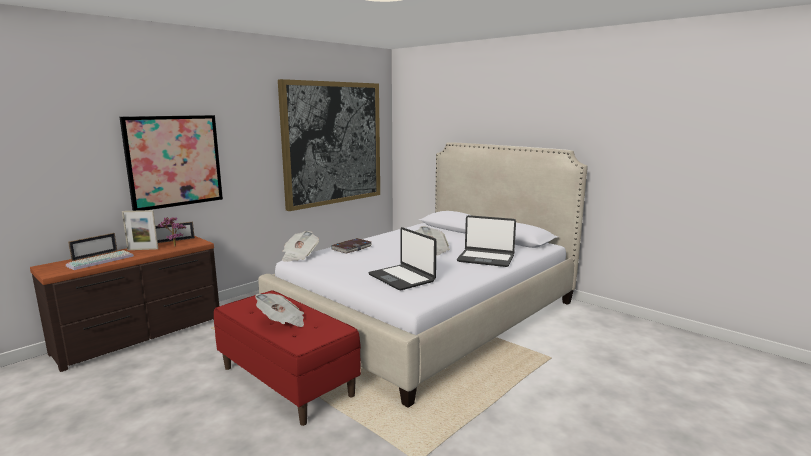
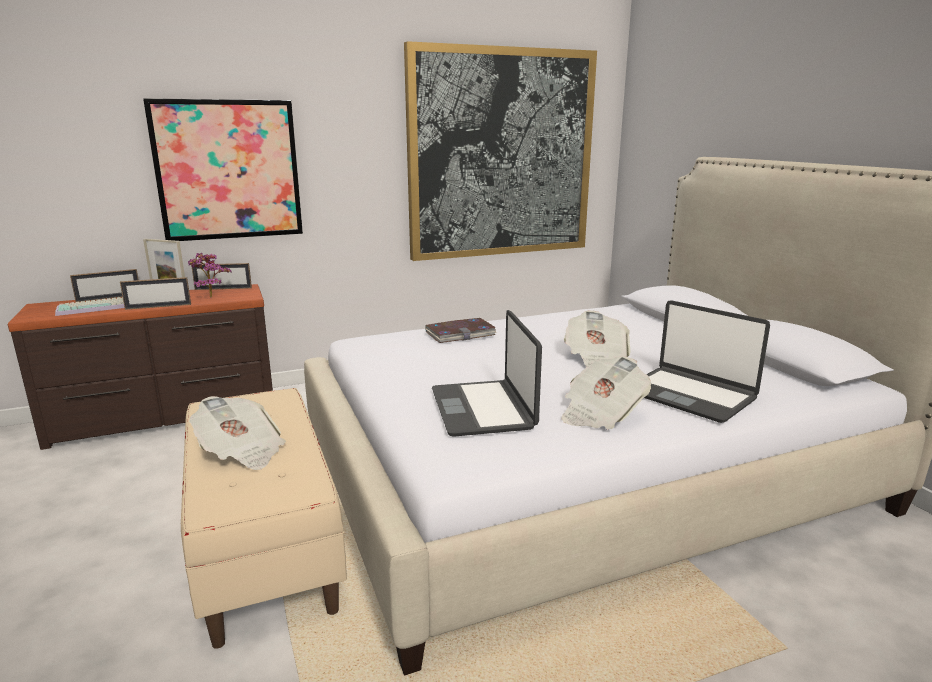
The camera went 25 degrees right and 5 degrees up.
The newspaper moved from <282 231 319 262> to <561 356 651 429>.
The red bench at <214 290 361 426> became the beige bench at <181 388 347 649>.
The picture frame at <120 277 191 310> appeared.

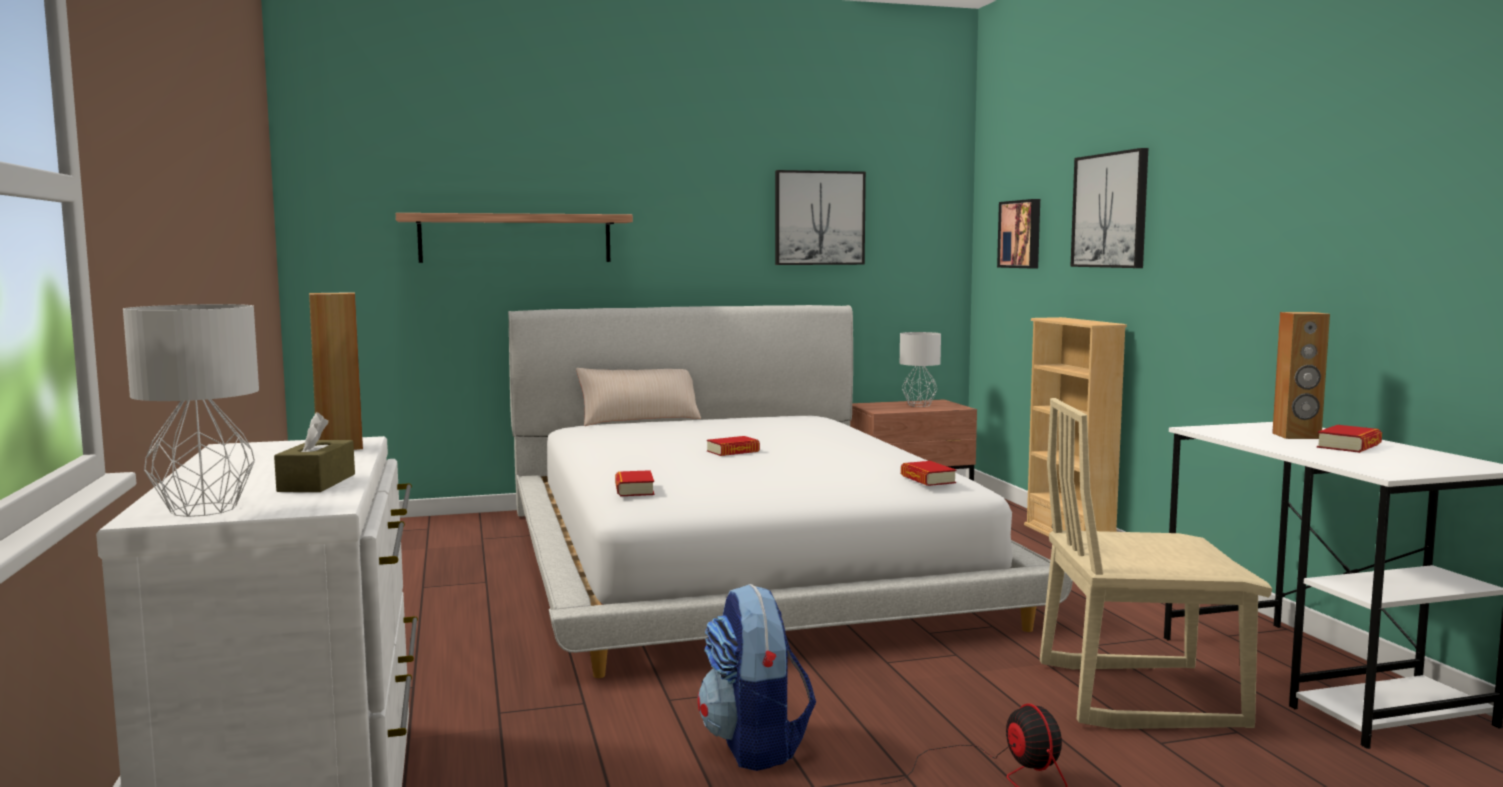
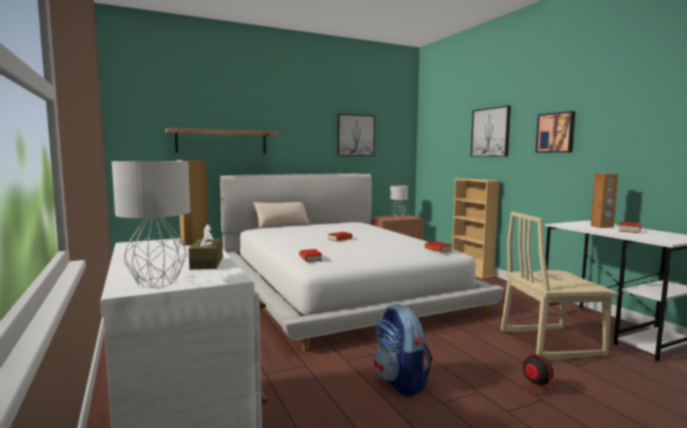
The camera went 10 degrees left and 0 degrees up.
The picture moved from <997 199 1040 268> to <535 111 576 153>.

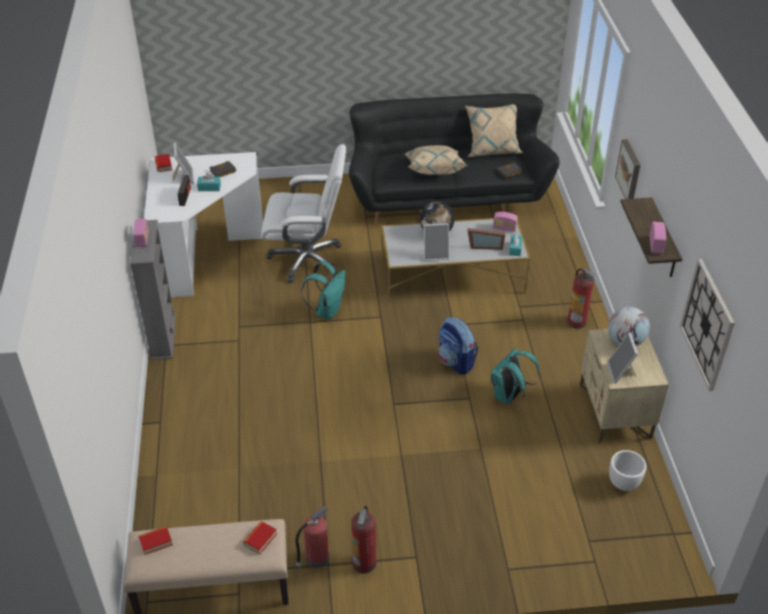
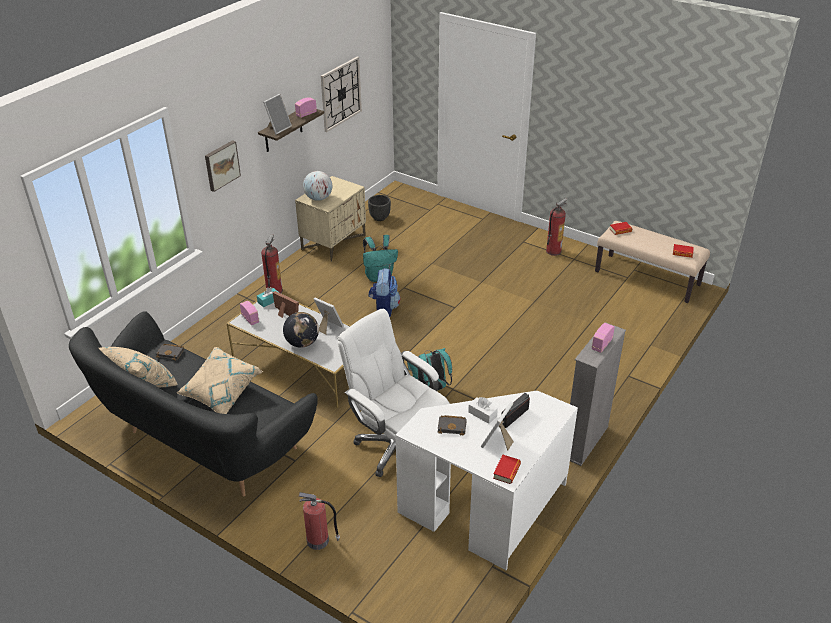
The camera went 140 degrees left and 5 degrees down.
The turquoise tissue box at <197 173 221 191> became the white tissue box at <468 397 498 424>.
The picture frame moved from <607 333 638 384> to <263 94 292 135>.
The white planter at <609 450 646 491> became the black planter at <368 195 391 221>.
The fire extinguisher moved from <296 506 329 568> to <299 492 340 550>.

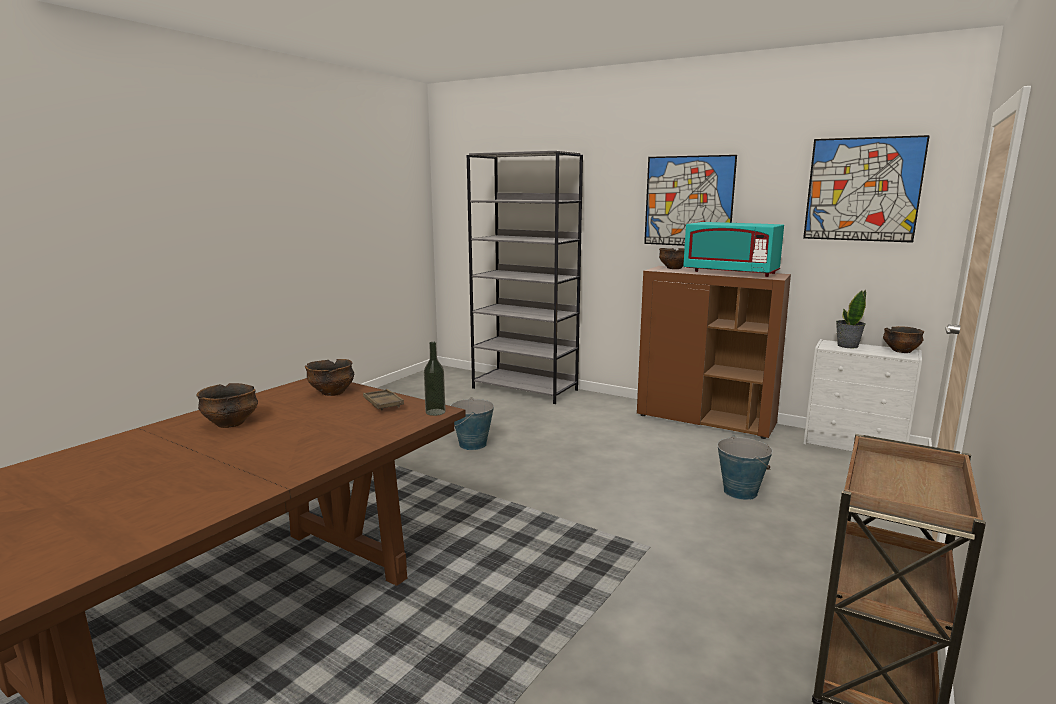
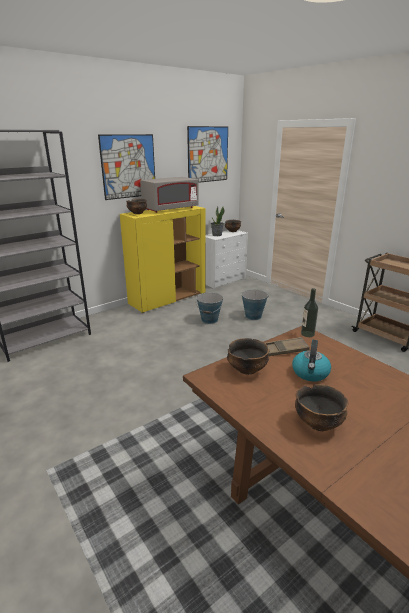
The camera went 70 degrees left and 10 degrees up.
The turquoise microwave at <683 222 784 277> became the grey microwave at <140 177 199 213>.
The brown cabinet at <637 266 791 439> became the yellow cabinet at <120 206 206 313>.
The bucket moved from <450 397 494 450> to <196 293 223 324>.
The kettle at <292 340 331 382> appeared.

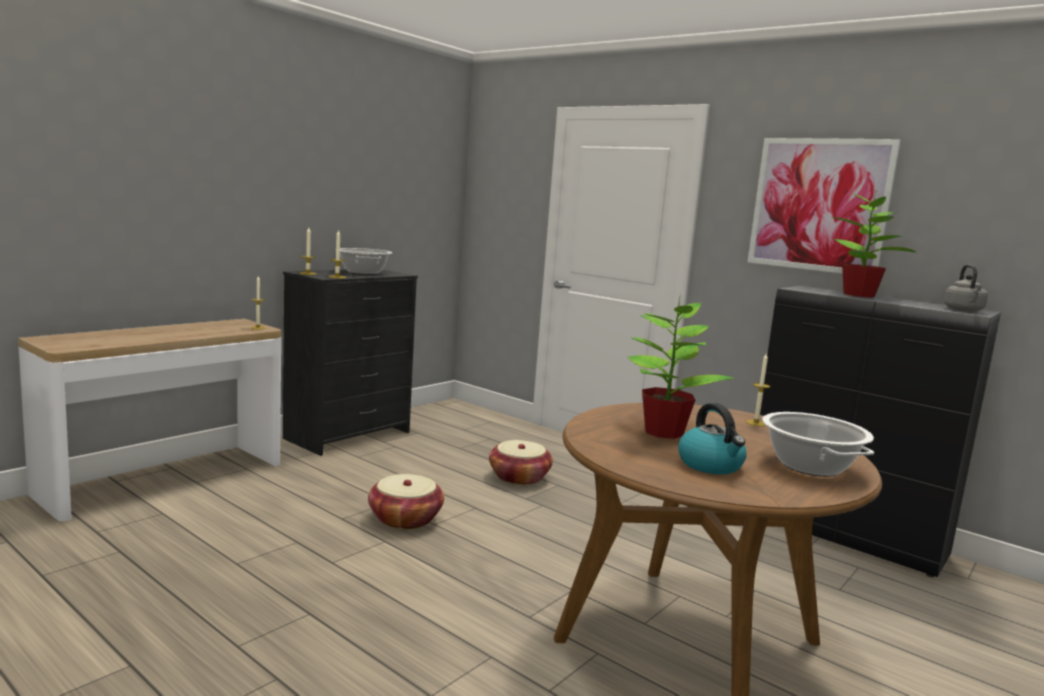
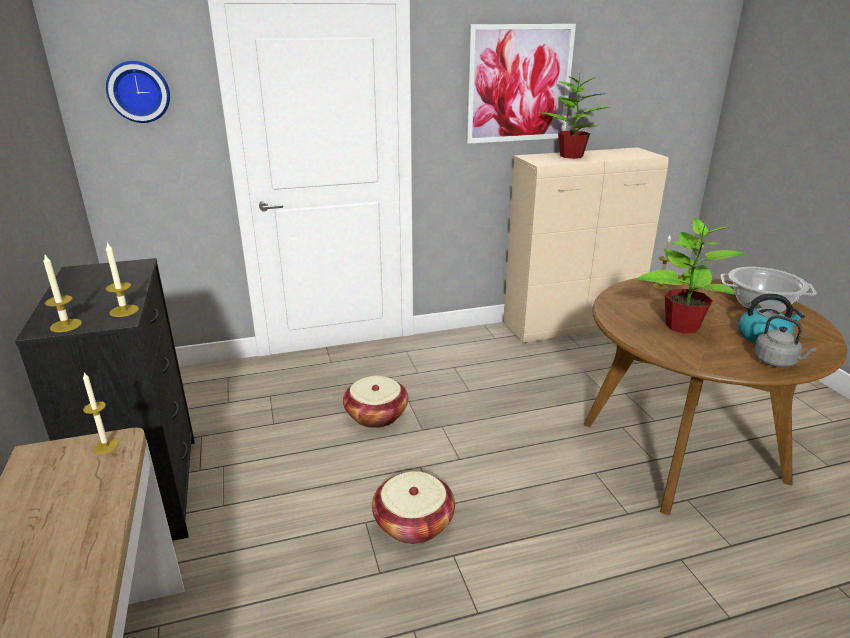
The camera went 55 degrees left and 15 degrees up.
The cooking pot at <340 248 392 275> disappeared.
The grey kettle moved from <944 265 988 312> to <754 315 817 368>.
The black cabinet at <760 286 1001 577> became the beige cabinet at <503 147 668 343>.
The wall clock at <106 61 170 123> appeared.

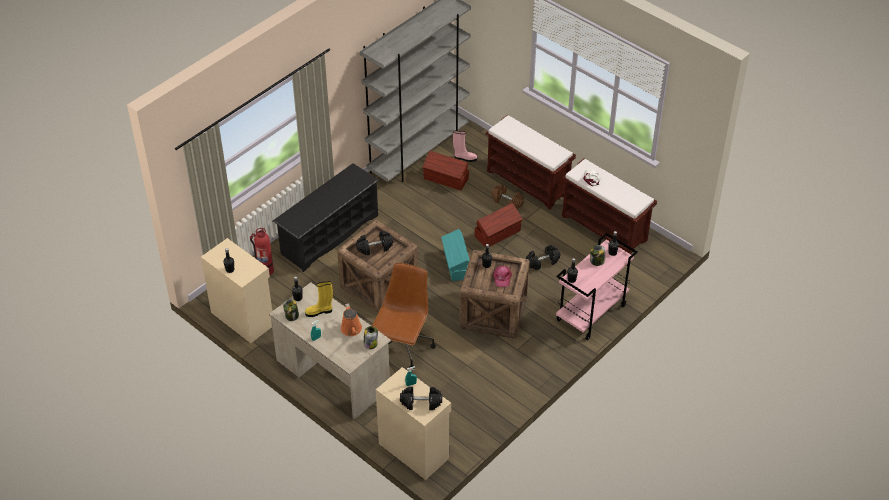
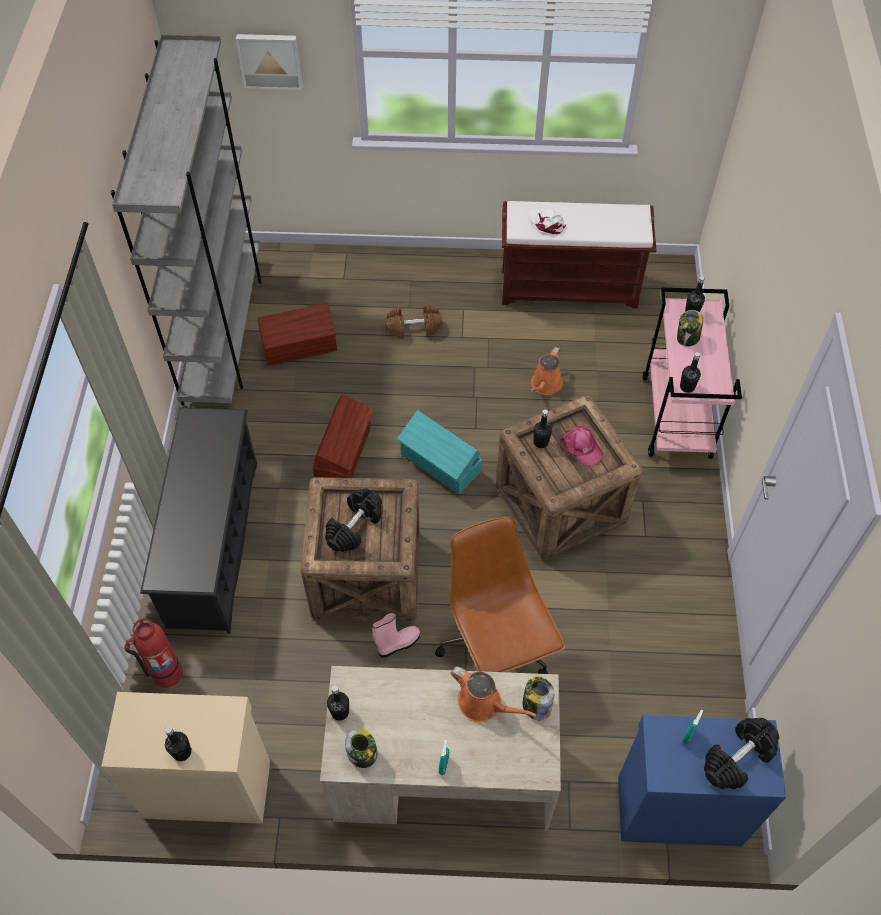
The camera went 40 degrees left and 10 degrees up.
The brown bench at <485 115 576 210> disappeared.
The pink boot moved from <453 131 477 162> to <372 612 420 658>.
The brown storage box moved from <475 203 523 248> to <312 394 373 478>.
The black dumbbell at <526 245 560 270> was replaced by the orange watering can at <530 347 563 395>.
The yellow boot at <305 281 333 317> disappeared.
The beige cabinet at <376 367 451 480> became the blue cabinet at <618 715 786 846>.
The picture at <236 34 303 90> appeared.

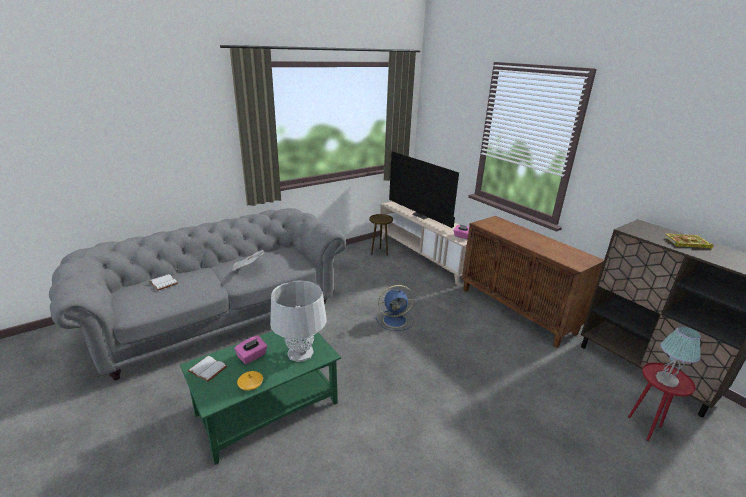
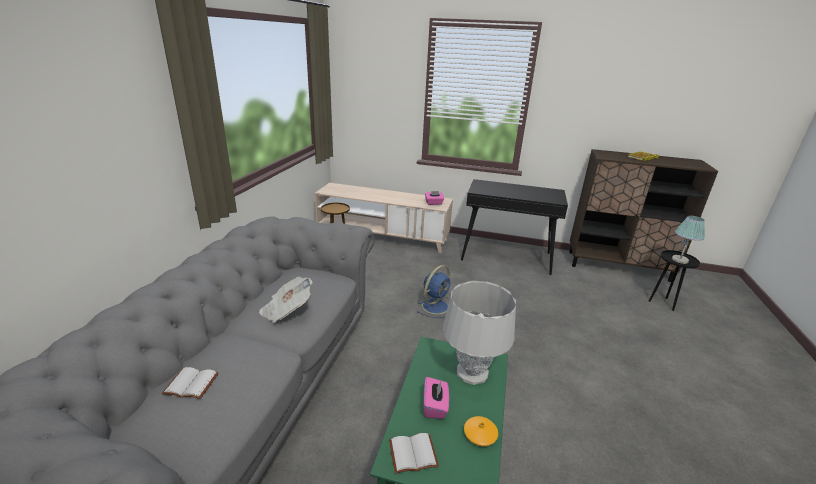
The camera went 40 degrees left and 0 degrees up.
The television at <389 151 459 228> disappeared.
The brown cabinet at <462 216 604 347> was replaced by the black console table at <461 179 568 275>.
The red side table at <628 362 695 441> became the black side table at <649 250 700 311>.

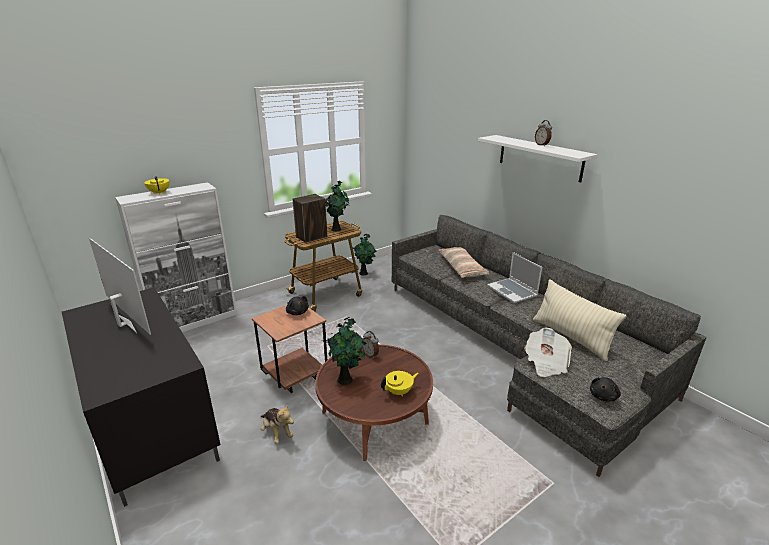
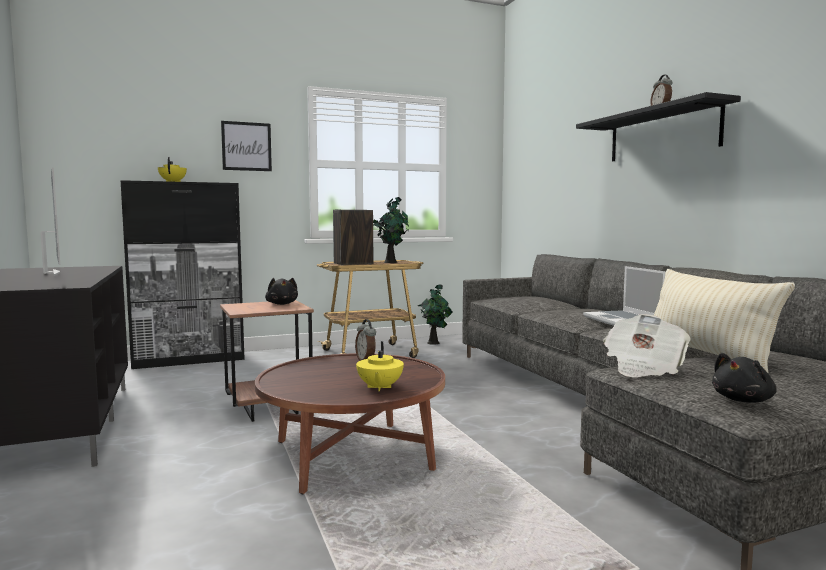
The camera went 15 degrees right and 20 degrees down.
The white shelf at <478 135 598 182> became the black shelf at <576 92 741 161>.
The white cabinet at <115 182 237 332> became the black cabinet at <120 180 245 369>.
The pillow at <438 247 490 278> disappeared.
The potted plant at <323 317 367 385> disappeared.
The yellow teapot at <381 371 419 397> turned 105 degrees clockwise.
The plush toy at <261 405 294 443> disappeared.
The picture at <221 121 272 171> appeared.

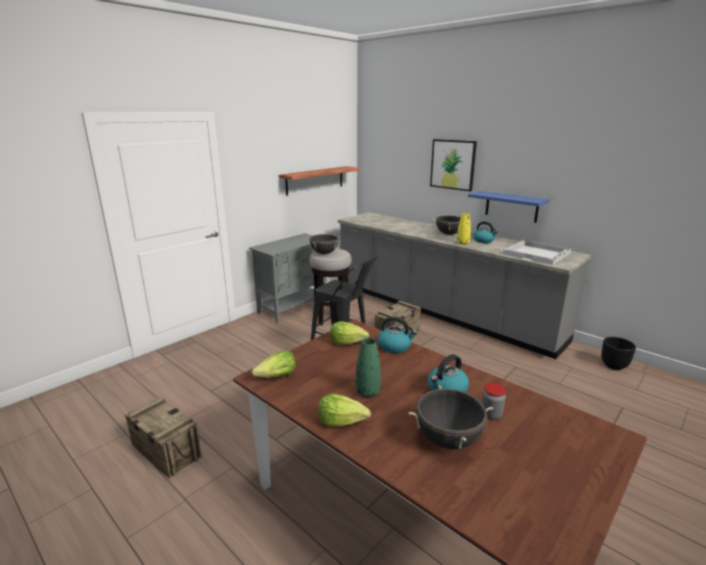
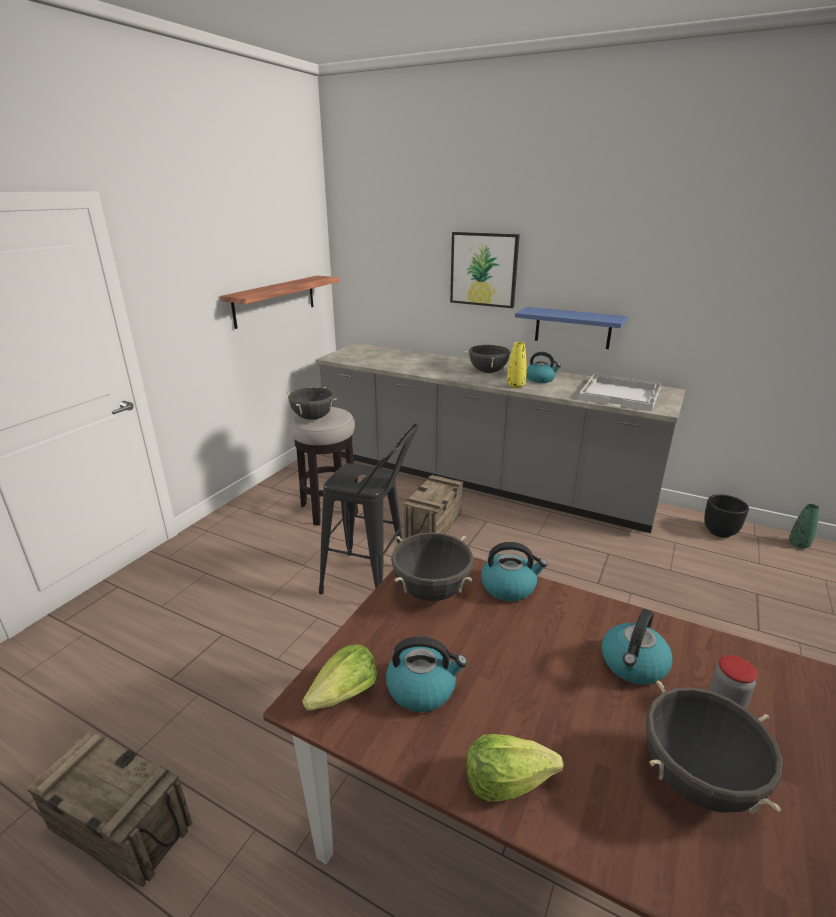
The camera went 15 degrees left and 5 degrees up.
The grey cabinet at <249 233 327 323> disappeared.
The lettuce at <330 321 369 345> was replaced by the black cooking pot at <391 532 473 601>.
The green vase moved from <356 338 381 397> to <789 504 820 548>.
The kettle at <386 637 467 712> appeared.

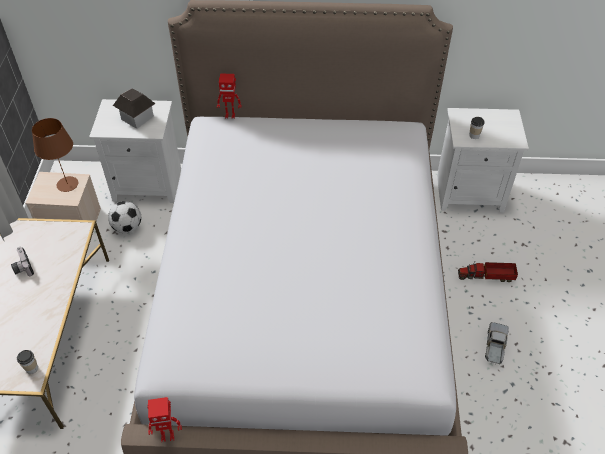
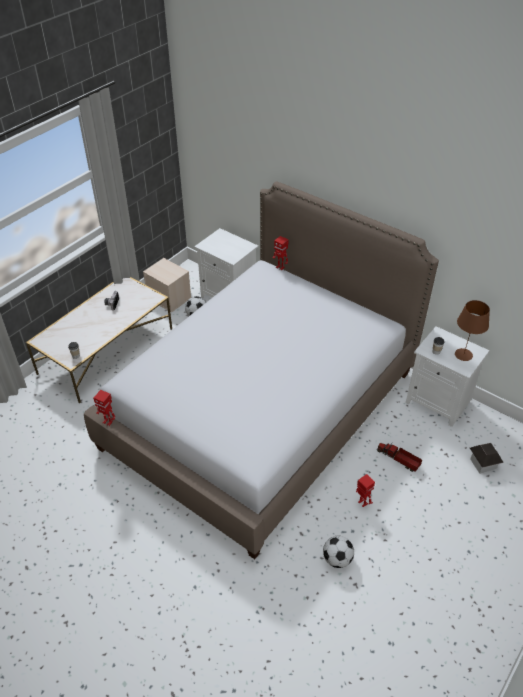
The camera went 35 degrees right and 5 degrees down.
The toy house moved from <113 89 155 129> to <470 443 504 474>.
The brown table lamp moved from <32 118 78 192> to <455 300 490 361>.
The toy truck at <485 322 509 365> was replaced by the toy robot at <356 474 375 507>.
The football at <323 536 354 568> appeared.

